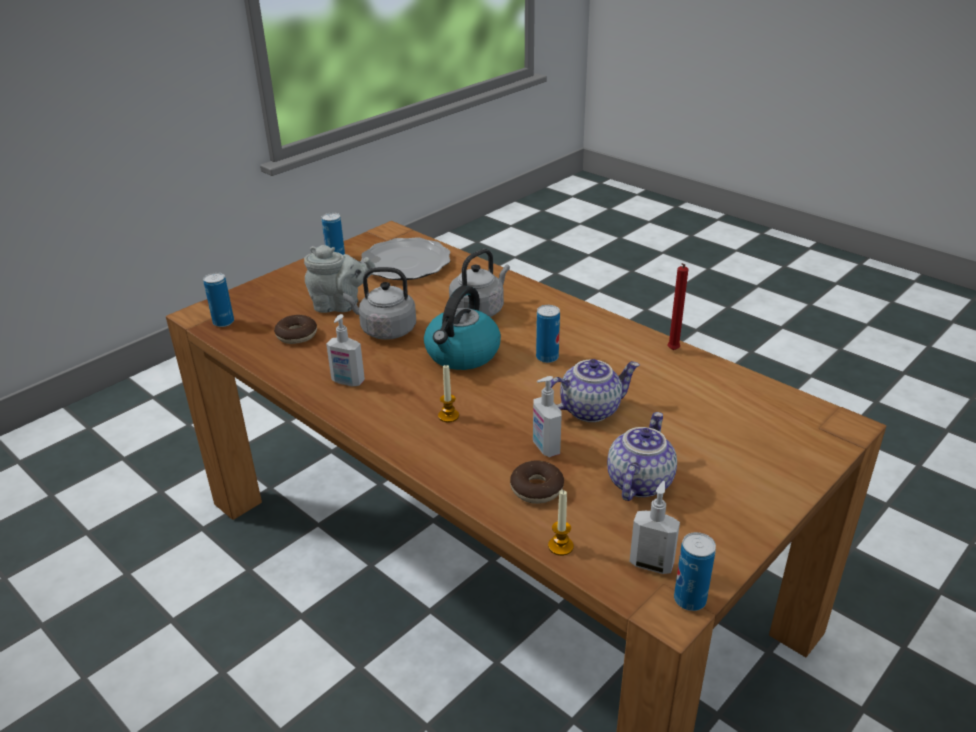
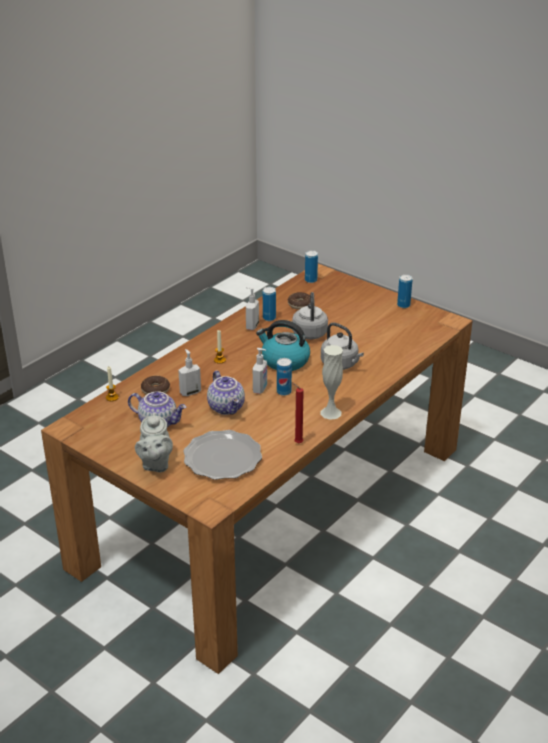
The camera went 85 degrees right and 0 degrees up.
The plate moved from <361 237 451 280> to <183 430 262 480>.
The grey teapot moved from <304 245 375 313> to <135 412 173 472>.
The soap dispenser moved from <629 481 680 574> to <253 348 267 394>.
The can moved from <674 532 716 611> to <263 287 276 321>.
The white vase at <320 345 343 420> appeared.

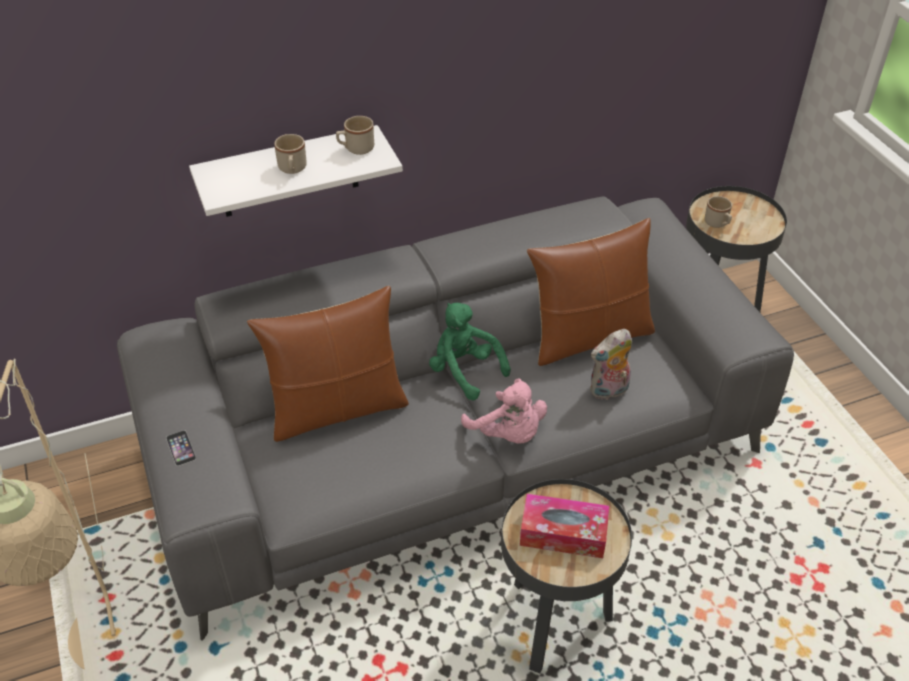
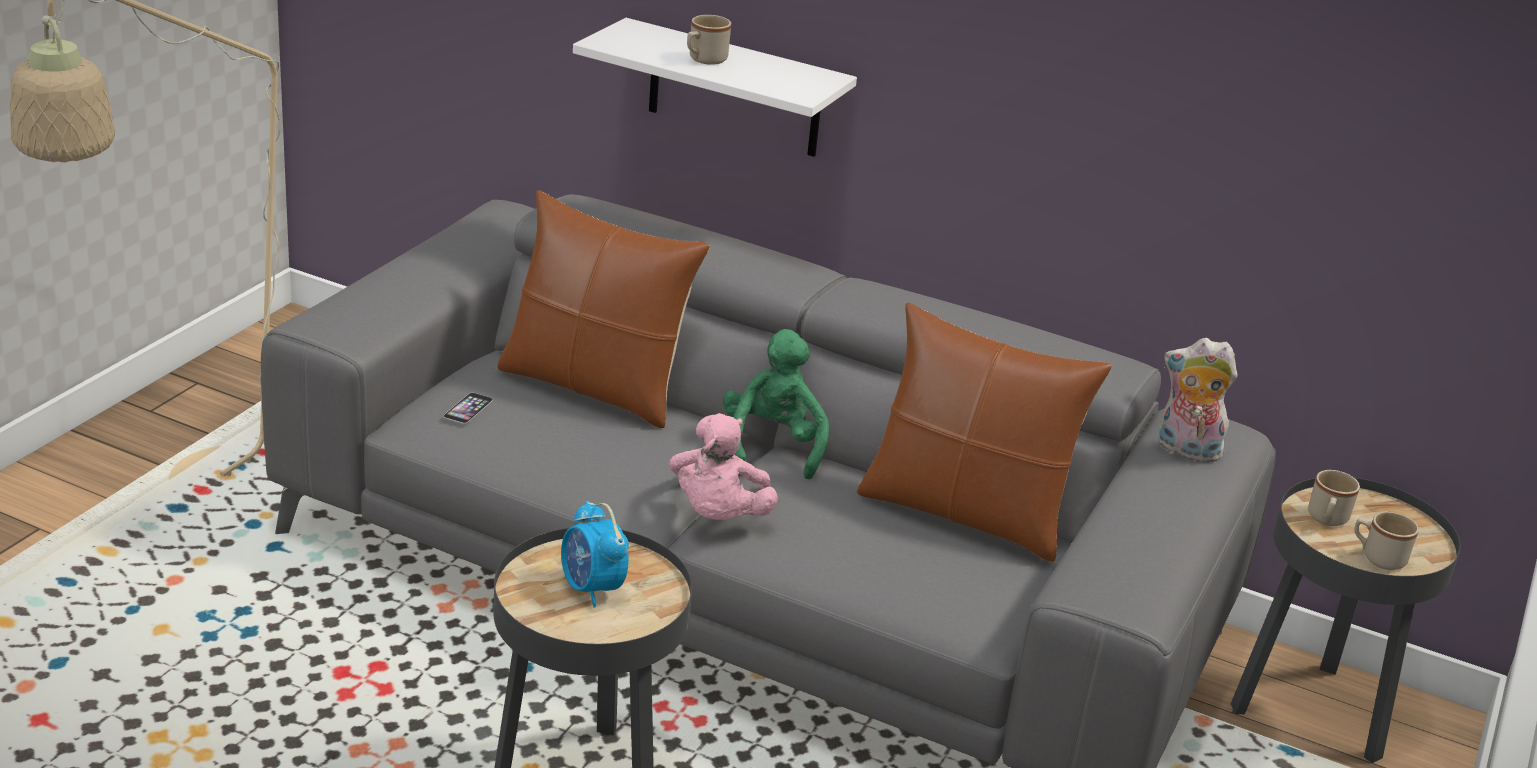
The camera went 45 degrees right and 15 degrees down.
The beige mug moved from <336 116 374 155> to <1355 512 1419 570>.
The plush toy moved from <590 329 632 400> to <1158 338 1237 464>.
The phone moved from <166 430 196 466> to <443 393 493 424>.
The tissue box at <520 494 609 558> was replaced by the alarm clock at <561 501 629 608>.

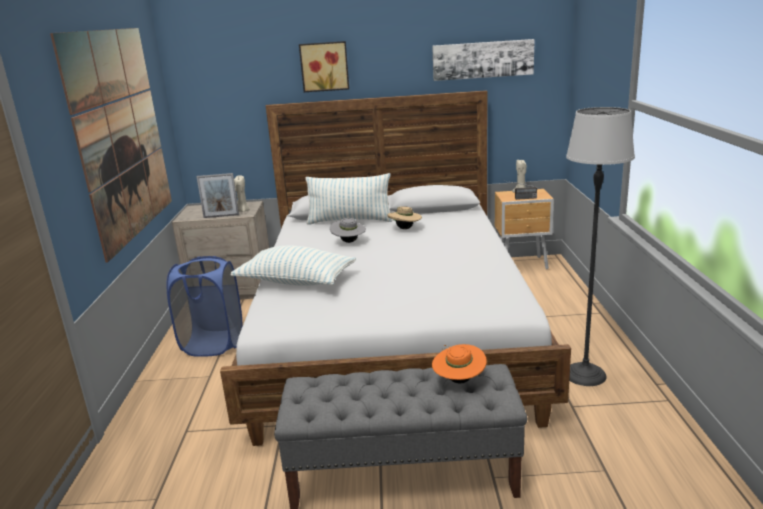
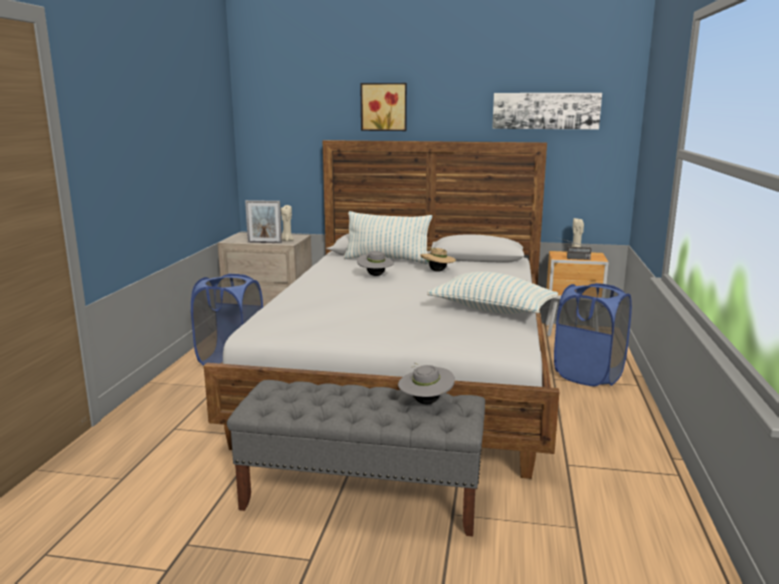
The camera went 10 degrees right and 5 degrees down.
The picture at <50 28 172 263> disappeared.
The floor lamp at <566 107 635 386> disappeared.
The pillow moved from <230 246 356 286> to <427 272 558 314>.
The orange hat at <432 344 487 383> became the grey hat at <398 363 455 404>.
The blue laundry basket at <554 283 632 386> appeared.

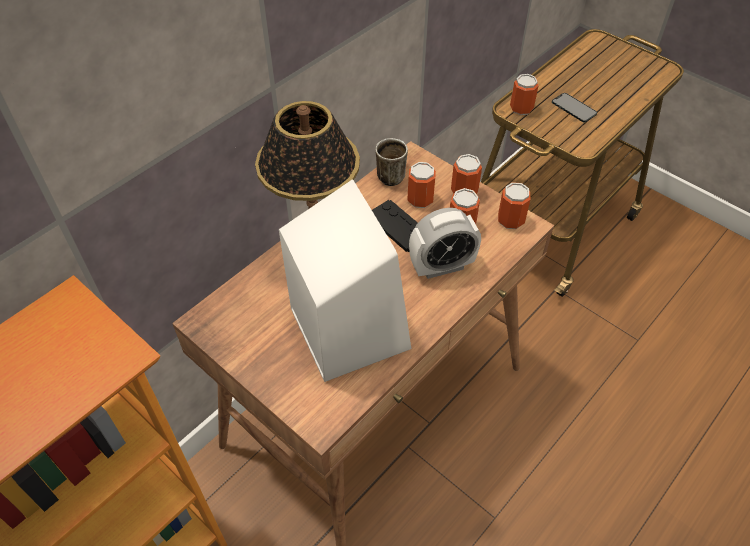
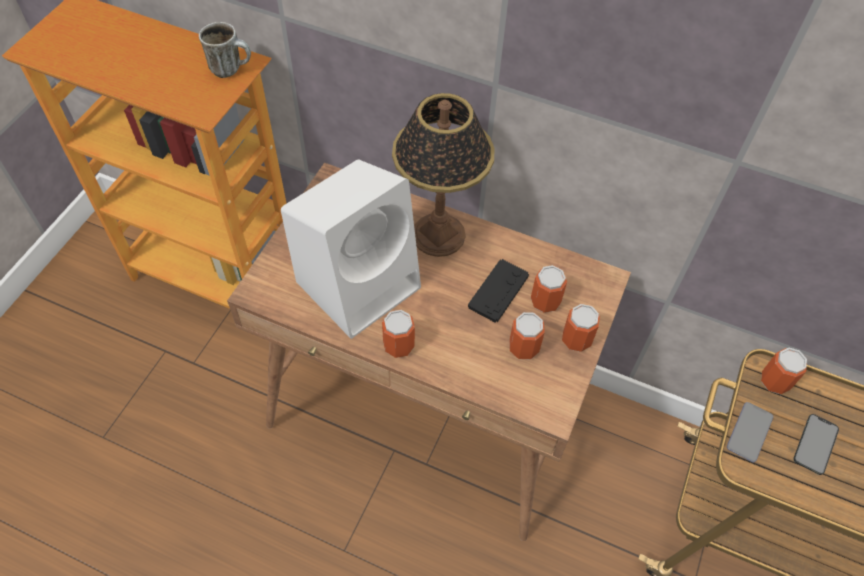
The camera went 70 degrees right and 5 degrees up.
The mug moved from <375 138 408 186> to <199 22 251 78>.
The can moved from <498 182 530 229> to <382 310 415 358>.
The alarm clock at <409 208 481 279> disappeared.
The phone at <727 402 773 463> appeared.

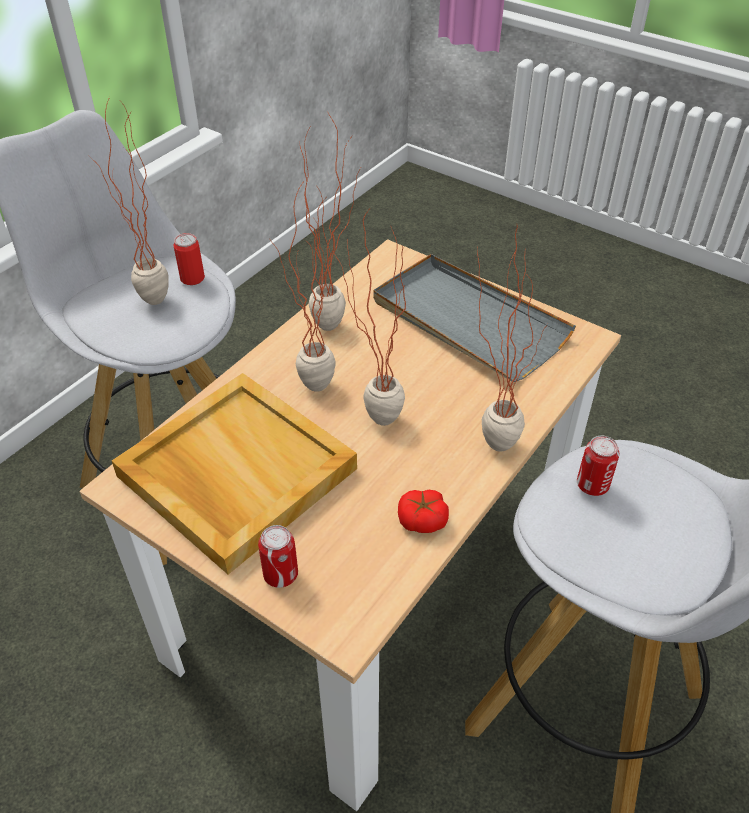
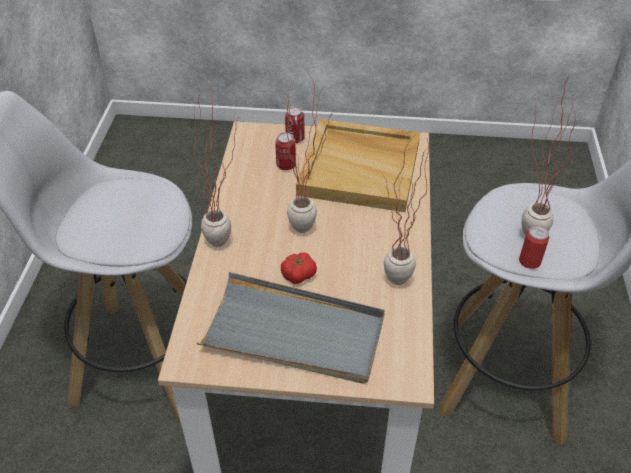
The camera went 150 degrees right and 0 degrees up.
The potted plant at <268 180 336 392> disappeared.
The can moved from <577 436 619 496> to <275 132 296 170>.
The tomato moved from <398 490 449 533> to <281 253 317 284>.

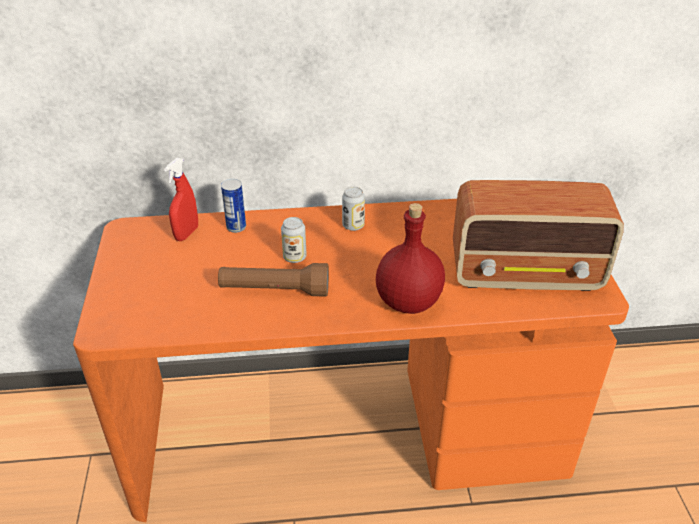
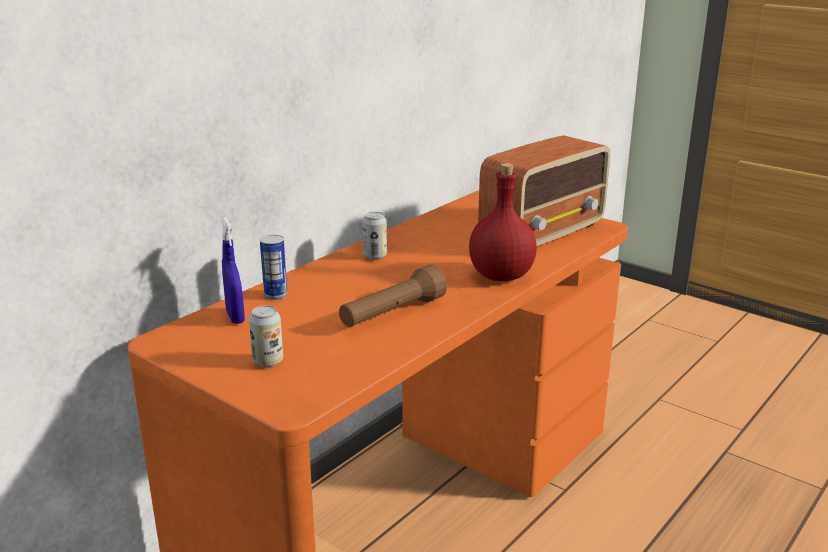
The camera went 45 degrees left and 15 degrees down.
The red spray bottle at <164 158 198 241> became the blue spray bottle at <221 217 245 324>.
The can moved from <281 217 307 263> to <249 305 283 367>.

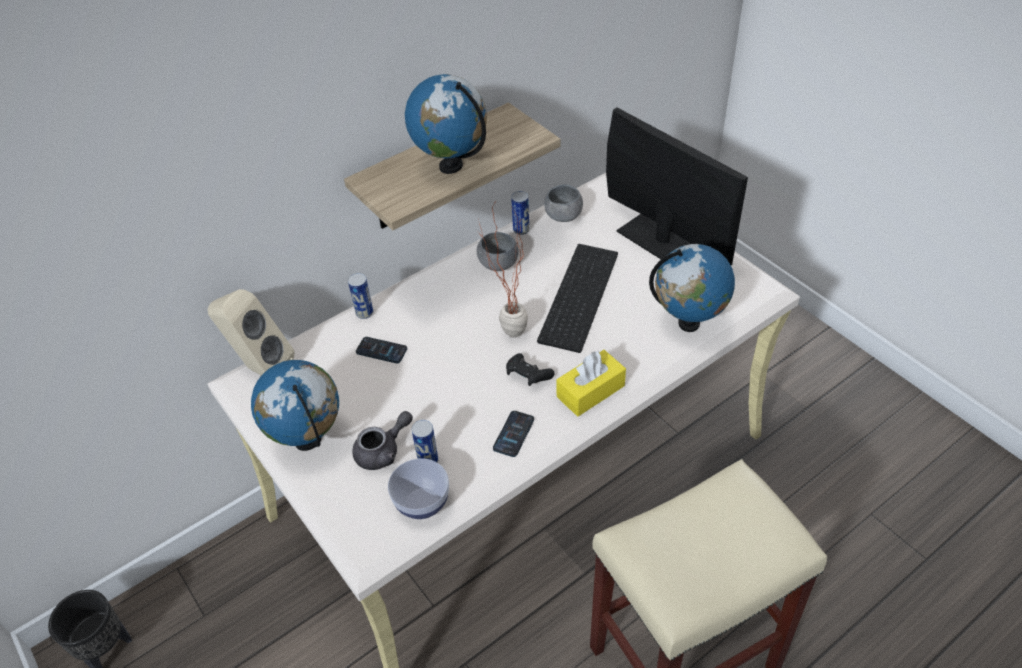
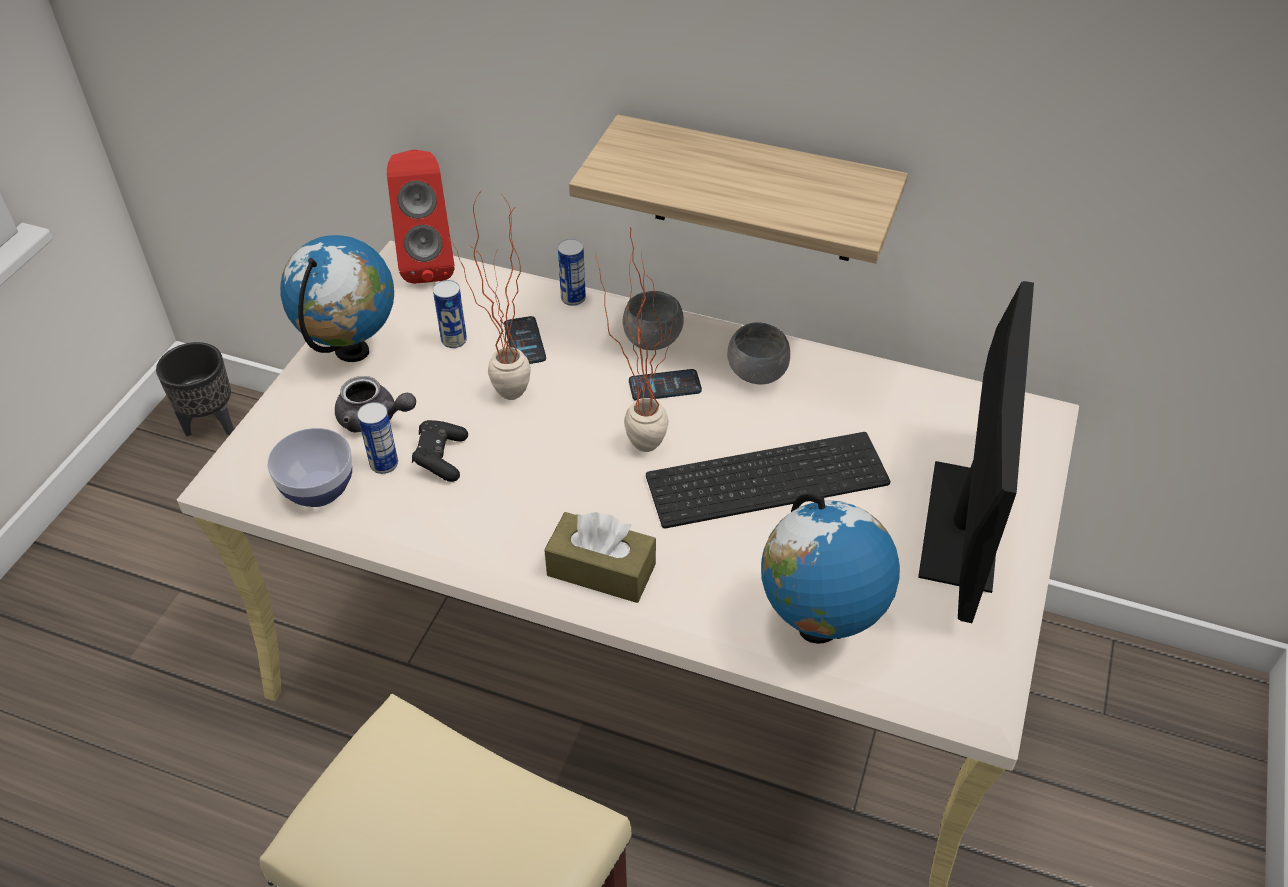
The camera went 55 degrees right and 0 degrees up.
The globe at <405 74 487 174> disappeared.
The grey bowl moved from <544 184 583 222> to <623 291 684 350>.
The can moved from <511 191 529 235> to <433 280 467 348>.
The beige speaker at <207 289 294 375> became the red speaker at <387 150 454 284>.
The yellow tissue box at <557 350 626 416> became the brown tissue box at <544 512 656 603>.
The black game controller moved from <506 353 554 386> to <412 420 468 482>.
The phone moved from <493 411 534 457> to <629 369 702 401>.
The potted plant at <448 189 531 400> appeared.

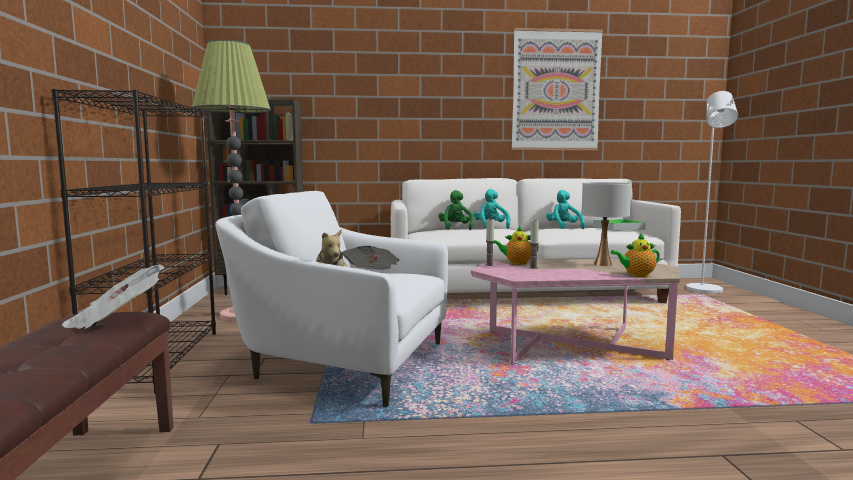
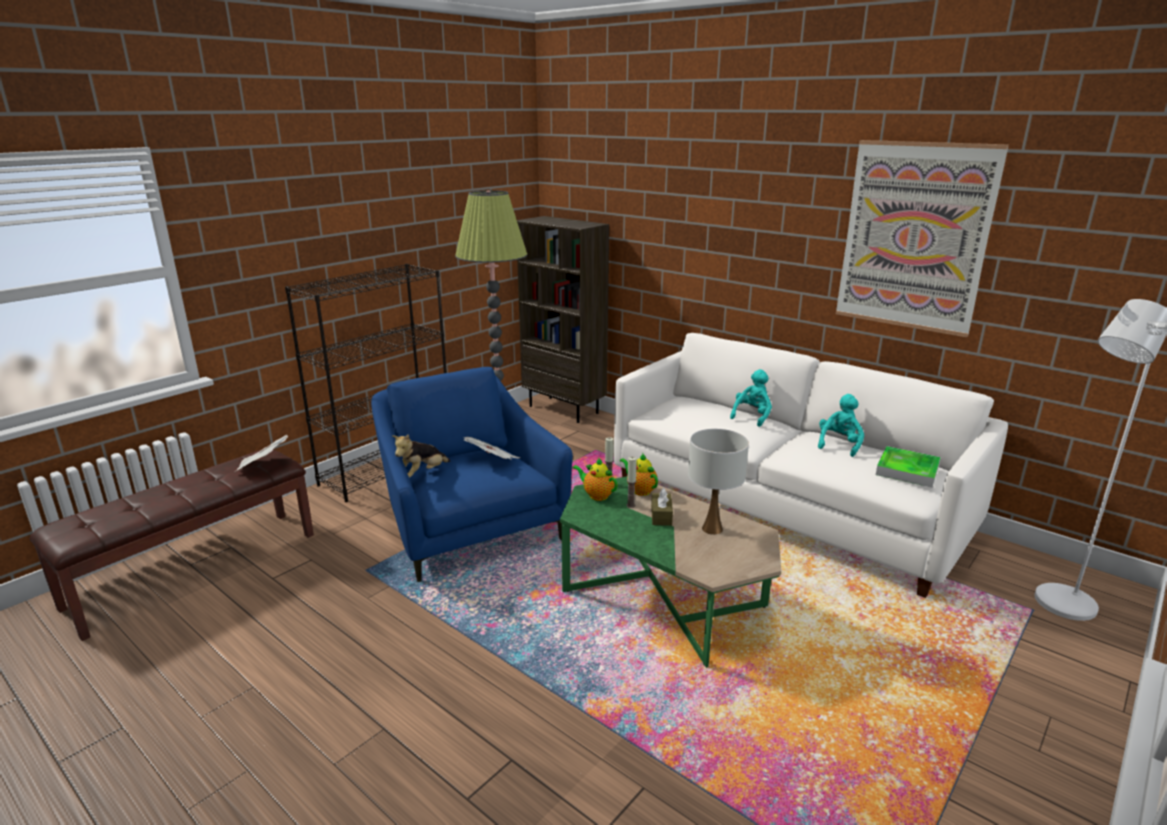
The camera went 45 degrees right and 15 degrees up.
The green plush toy at <438 190 474 230> disappeared.
The white armchair at <215 191 448 407> became the blue armchair at <371 367 573 582>.
The teapot moved from <611 233 660 277> to <572 457 618 501>.
The pink coffee table at <471 259 680 365> became the green coffee table at <560 476 781 668>.
The brown tissue box at <651 488 673 526> appeared.

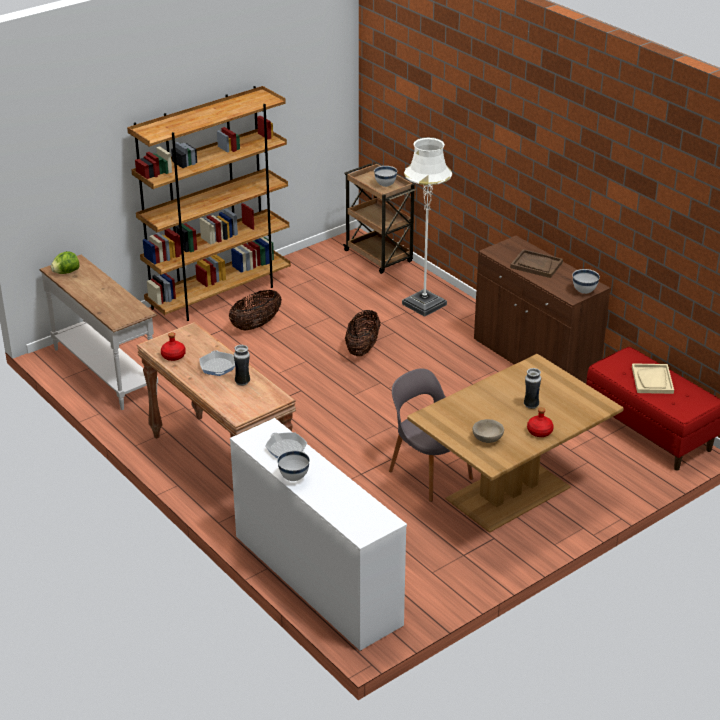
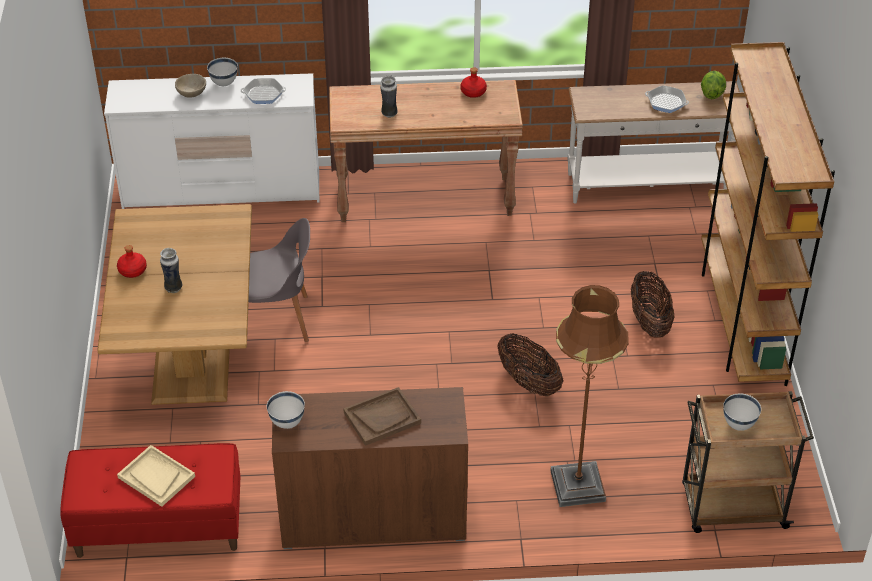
The camera went 125 degrees right and 10 degrees up.
The white floor lamp at <402 137 452 317> became the brown floor lamp at <550 285 629 507>.
The frying pan moved from <199 350 235 376> to <645 85 689 113>.
The beige bowl moved from <472 419 504 443> to <175 74 206 98>.

